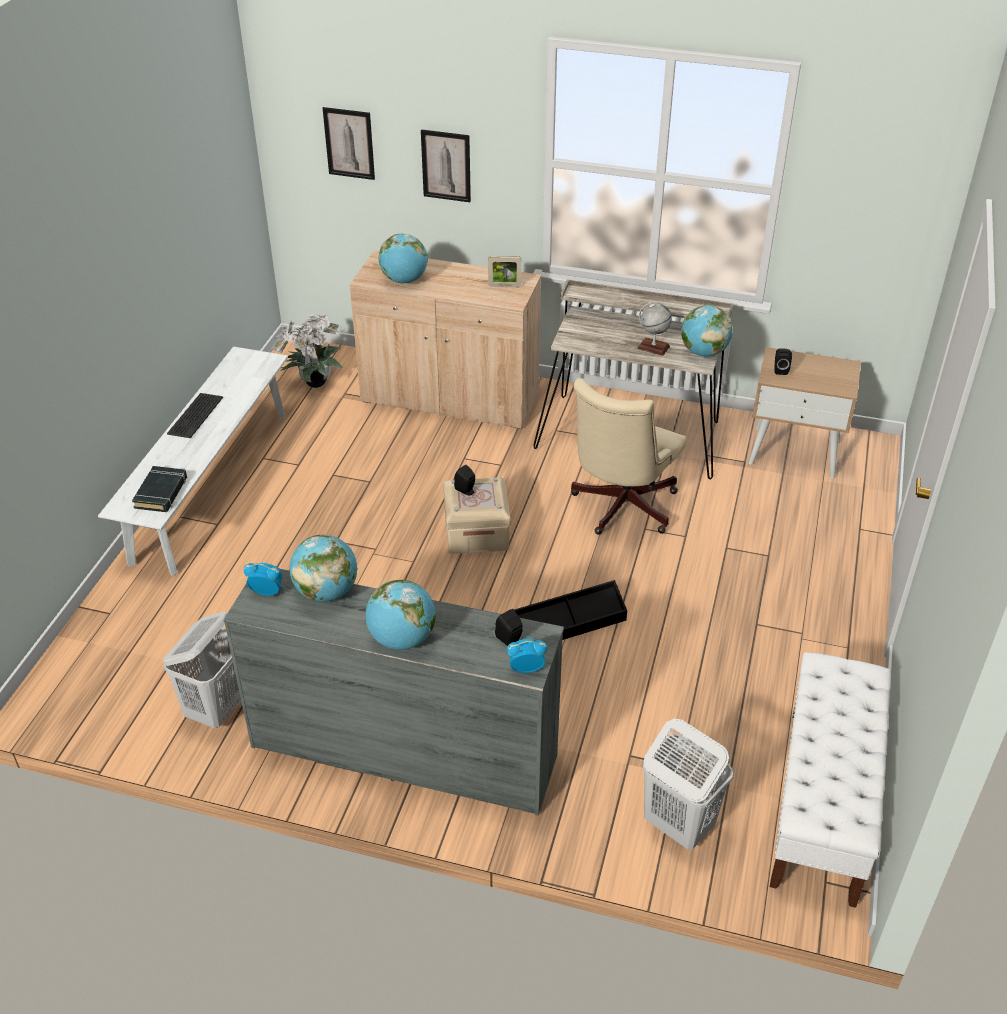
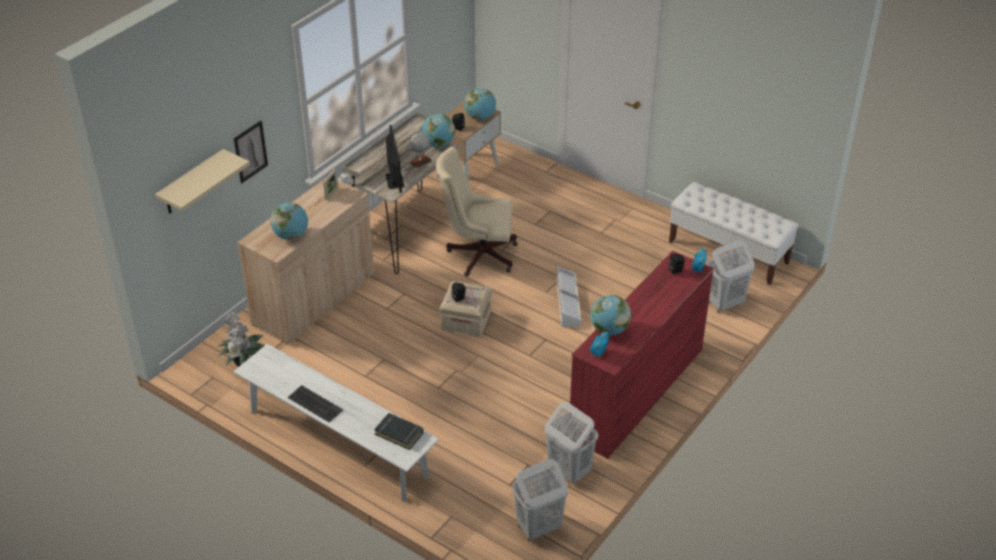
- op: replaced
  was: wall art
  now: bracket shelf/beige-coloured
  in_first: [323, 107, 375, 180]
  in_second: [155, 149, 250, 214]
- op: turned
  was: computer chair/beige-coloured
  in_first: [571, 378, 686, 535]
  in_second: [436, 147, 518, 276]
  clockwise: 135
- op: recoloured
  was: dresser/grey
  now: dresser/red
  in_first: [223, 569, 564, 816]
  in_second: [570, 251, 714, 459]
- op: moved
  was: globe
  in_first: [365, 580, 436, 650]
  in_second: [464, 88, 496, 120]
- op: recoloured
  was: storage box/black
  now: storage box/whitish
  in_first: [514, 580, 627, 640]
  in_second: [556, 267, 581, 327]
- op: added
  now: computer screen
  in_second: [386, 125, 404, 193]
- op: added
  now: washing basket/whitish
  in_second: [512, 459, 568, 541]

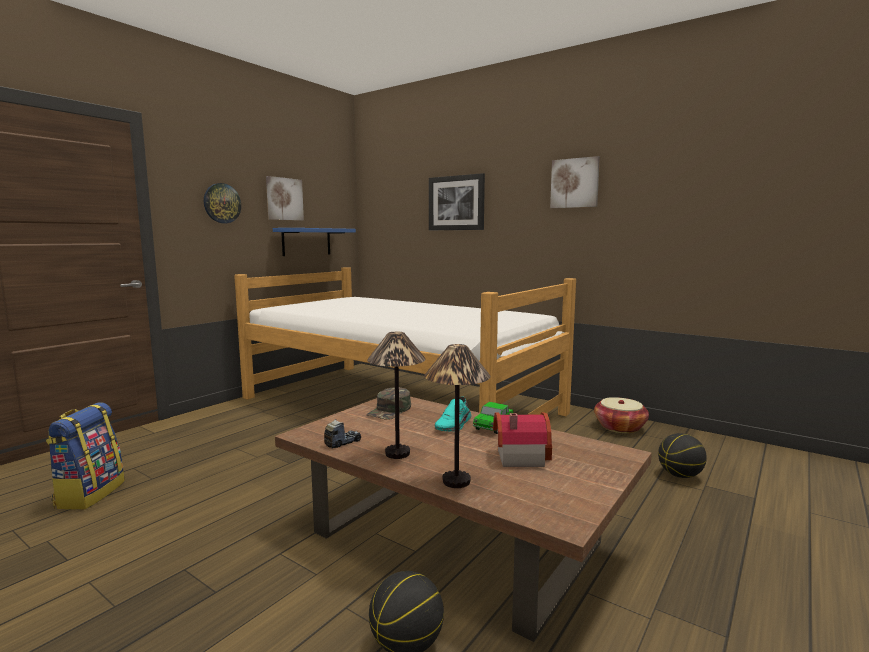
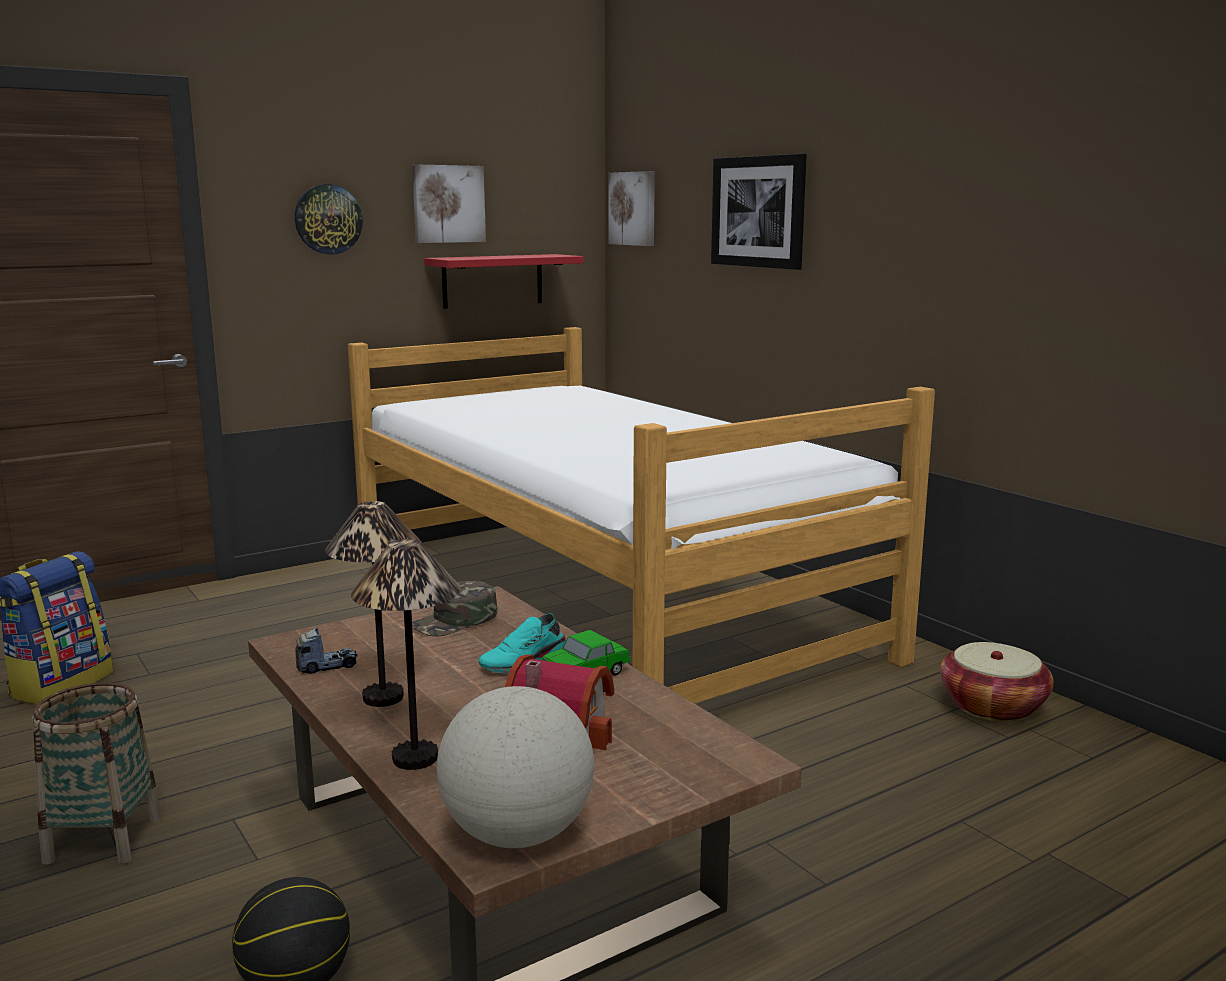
- op: moved
  was: wall art
  in_first: [550, 156, 600, 208]
  in_second: [608, 171, 655, 246]
- op: recoloured
  was: bracket shelf/blue
  now: bracket shelf/red
  in_first: [273, 228, 356, 256]
  in_second: [424, 254, 584, 309]
- op: removed
  was: basketball ball
  in_first: [658, 433, 707, 478]
- op: added
  now: storage basket
  in_second: [32, 682, 162, 865]
- op: added
  now: globe
  in_second: [437, 686, 594, 848]

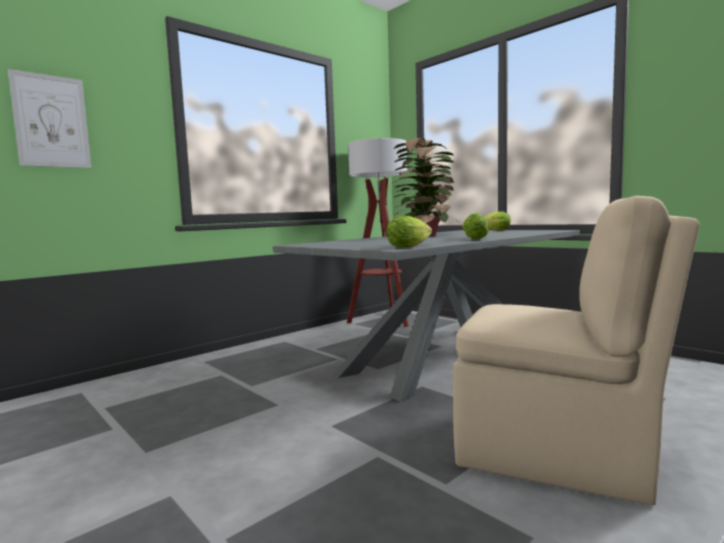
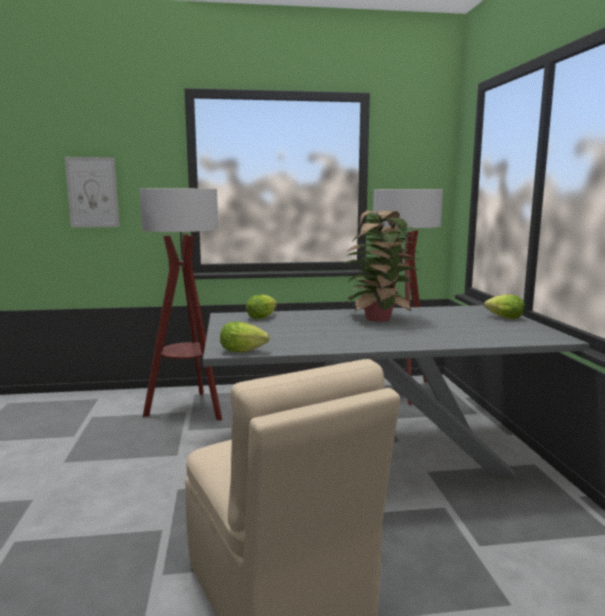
- op: moved
  was: lettuce head
  in_first: [462, 213, 489, 240]
  in_second: [246, 294, 277, 319]
- op: added
  now: standard lamp
  in_second: [139, 188, 222, 421]

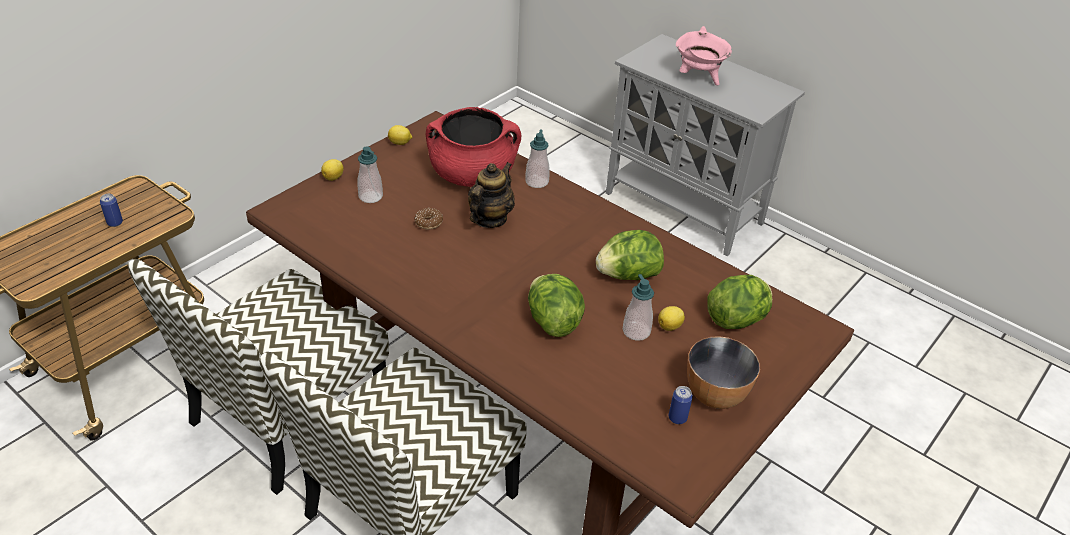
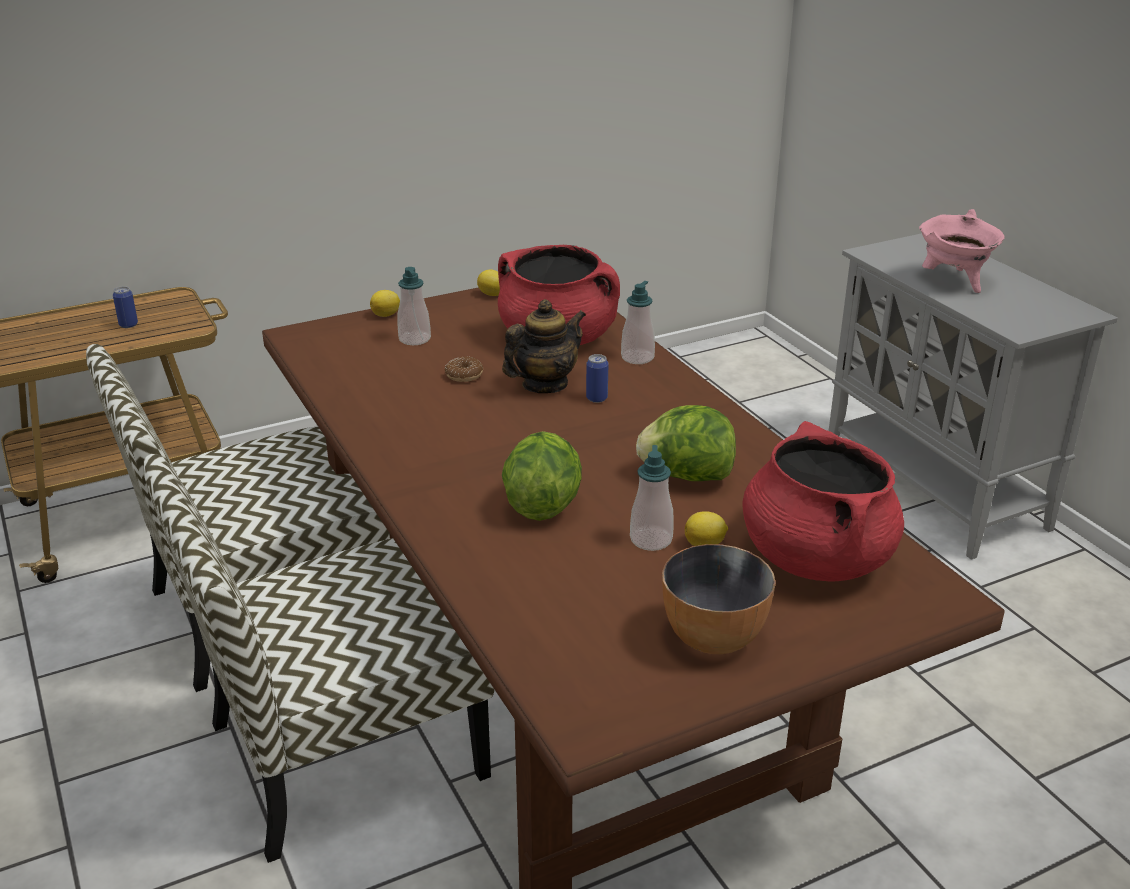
- op: replaced
  was: lettuce head
  now: stockpot/red
  in_first: [707, 275, 772, 329]
  in_second: [742, 421, 904, 582]
- op: moved
  was: can
  in_first: [669, 386, 693, 424]
  in_second: [586, 354, 608, 403]

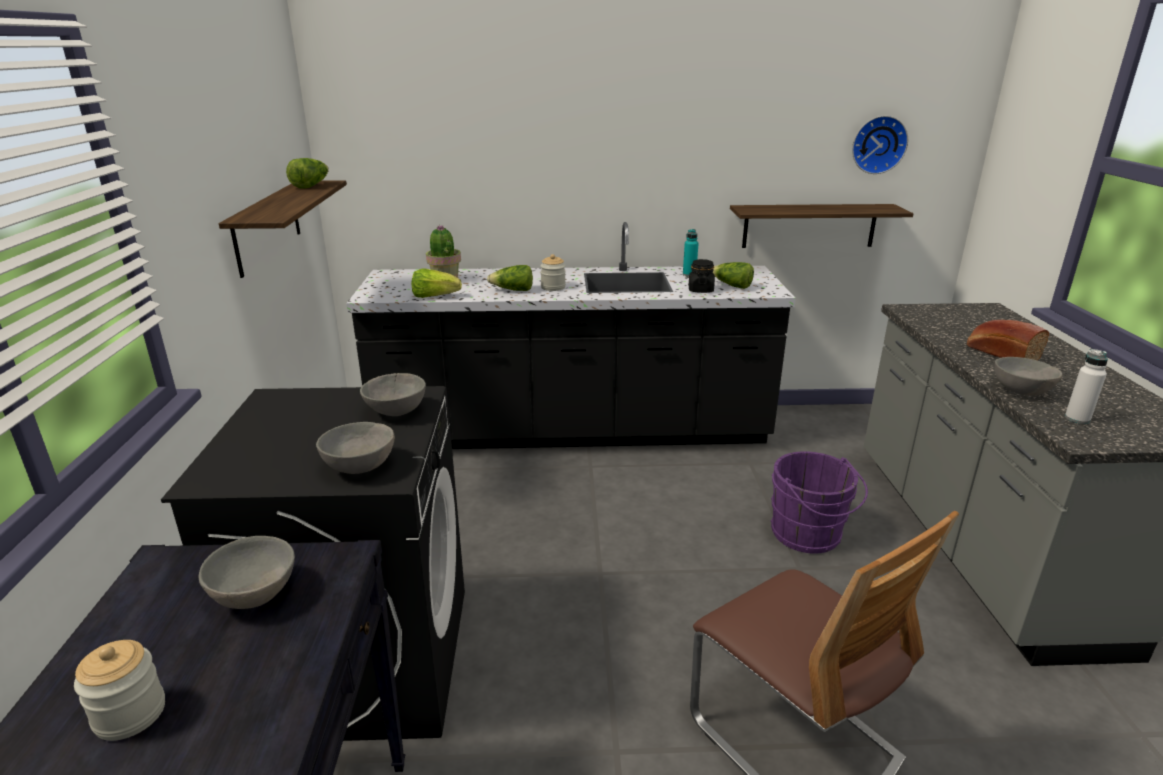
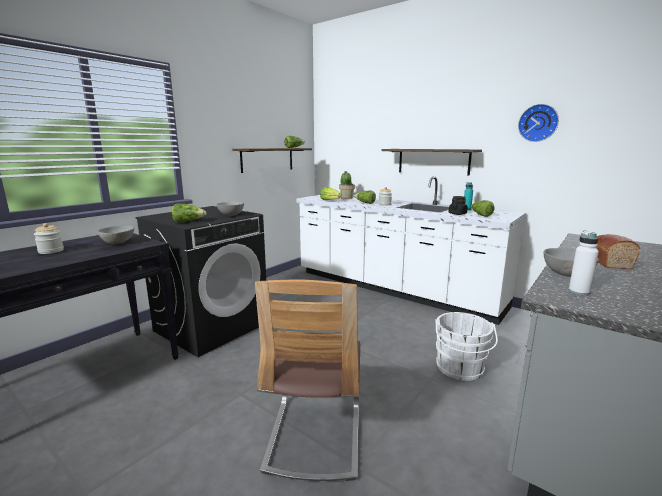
- op: moved
  was: hanging clock
  in_first: [852, 116, 908, 174]
  in_second: [518, 104, 559, 142]
- op: moved
  was: bracket shelf
  in_first: [730, 204, 913, 248]
  in_second: [381, 149, 482, 176]
- op: recoloured
  was: counter/black
  now: counter/whitish
  in_first: [346, 222, 796, 449]
  in_second: [296, 176, 526, 325]
- op: replaced
  was: serving bowl/grey
  now: lettuce head
  in_first: [316, 422, 395, 474]
  in_second: [172, 203, 206, 222]
- op: recoloured
  was: water bucket/purple-coloured
  now: water bucket/whitish
  in_first: [771, 451, 868, 554]
  in_second: [435, 312, 498, 381]

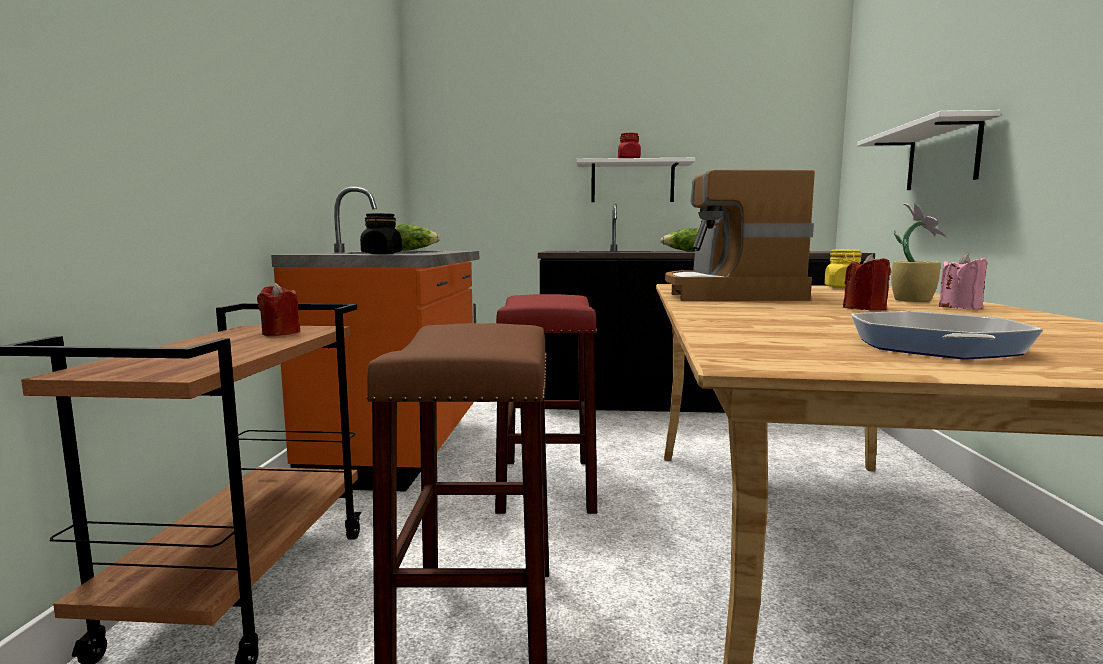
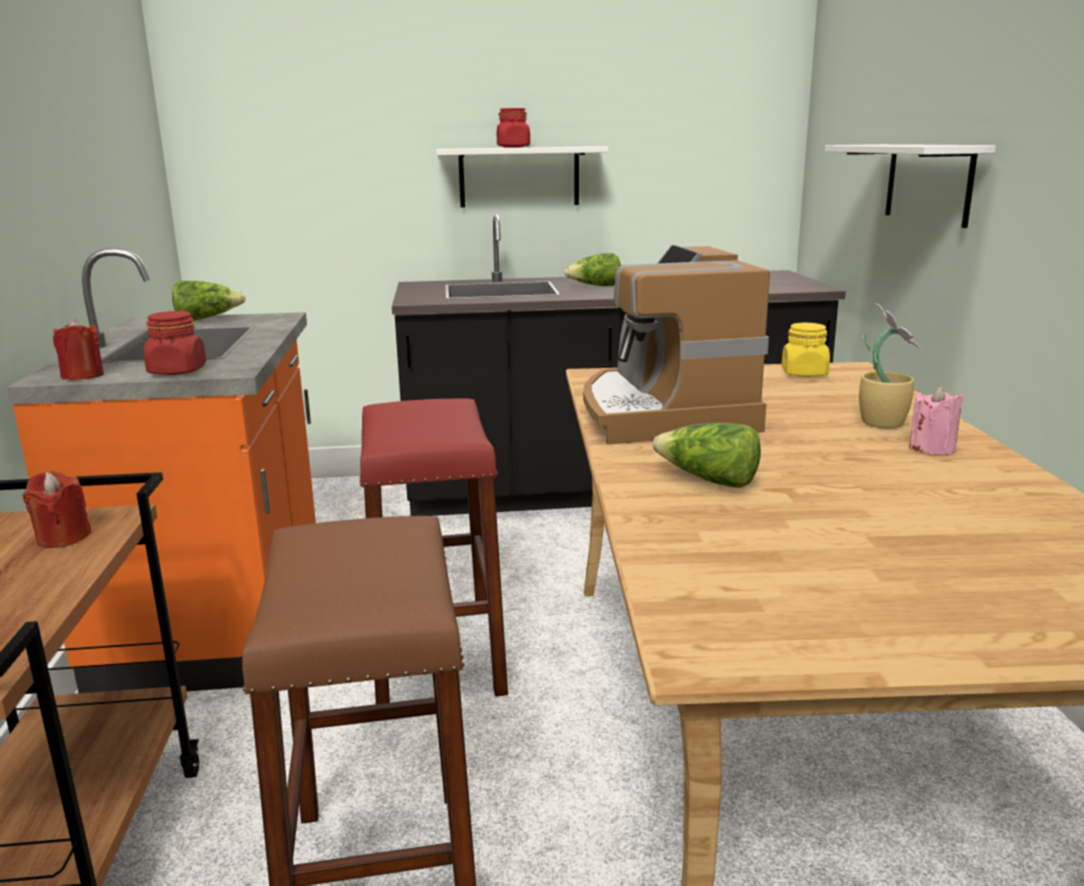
- op: recoloured
  was: preserve jar/black
  now: preserve jar/red
  in_first: [360, 213, 402, 254]
  in_second: [144, 311, 207, 375]
- op: moved
  was: wax candle/red
  in_first: [843, 254, 891, 311]
  in_second: [53, 319, 104, 380]
- op: removed
  was: pan
  in_first: [851, 311, 1043, 359]
- op: added
  now: lettuce head
  in_second: [653, 423, 761, 488]

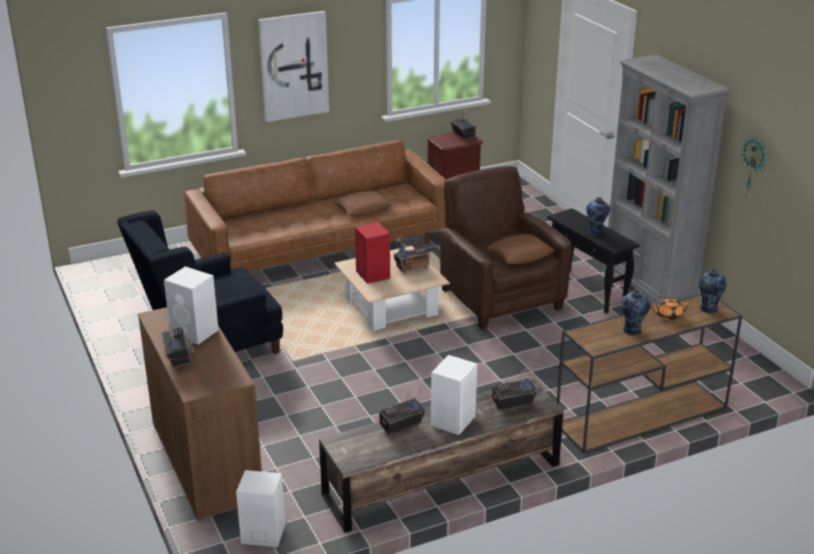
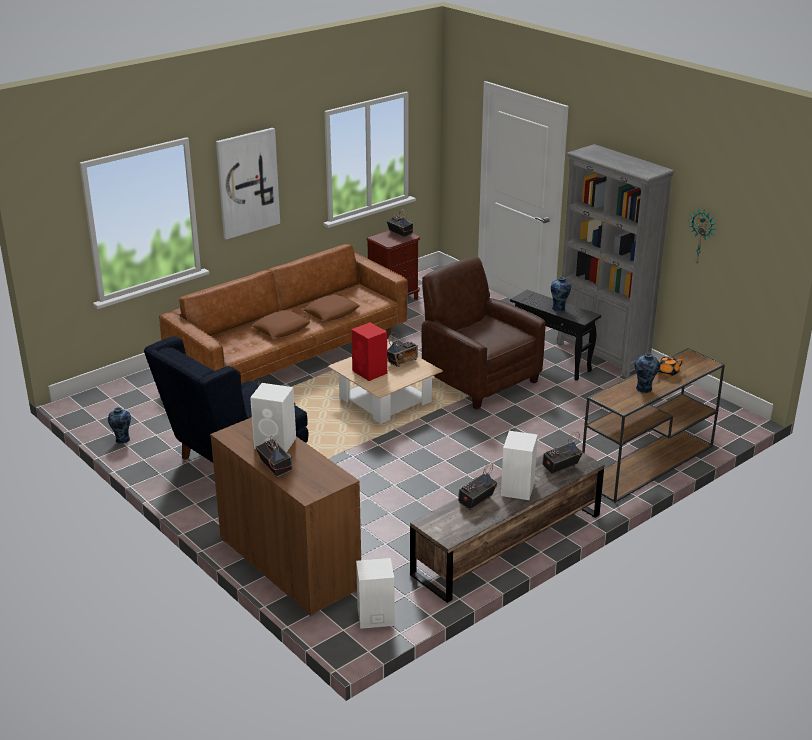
- op: moved
  was: pillow/brownish
  in_first: [487, 234, 554, 264]
  in_second: [252, 310, 311, 338]
- op: moved
  was: flower vase
  in_first: [699, 269, 726, 313]
  in_second: [108, 407, 131, 444]

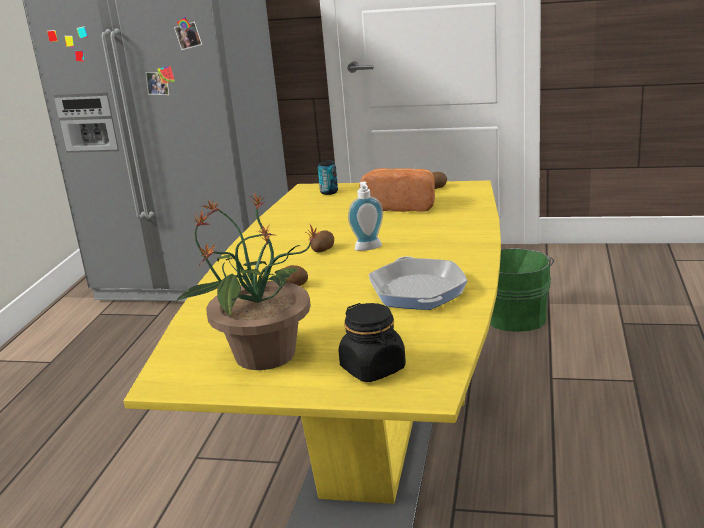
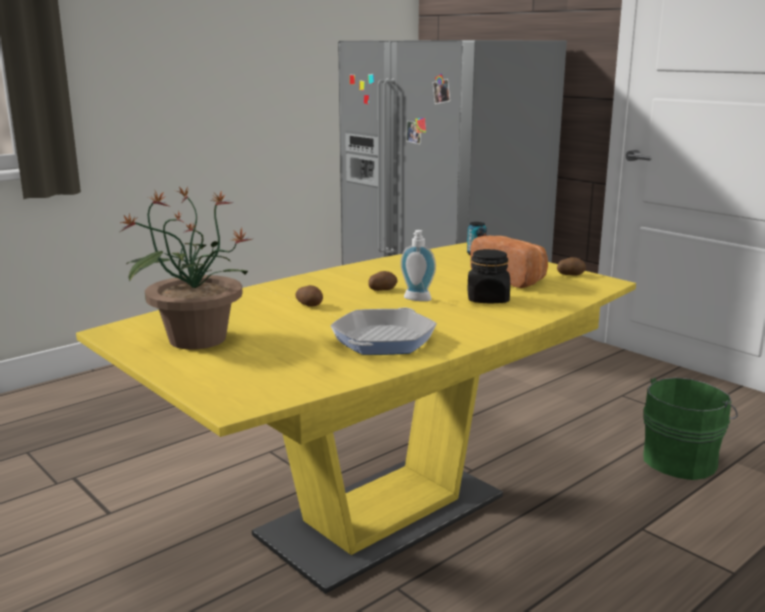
- op: moved
  was: preserve jar/black
  in_first: [338, 303, 406, 382]
  in_second: [467, 249, 510, 303]

